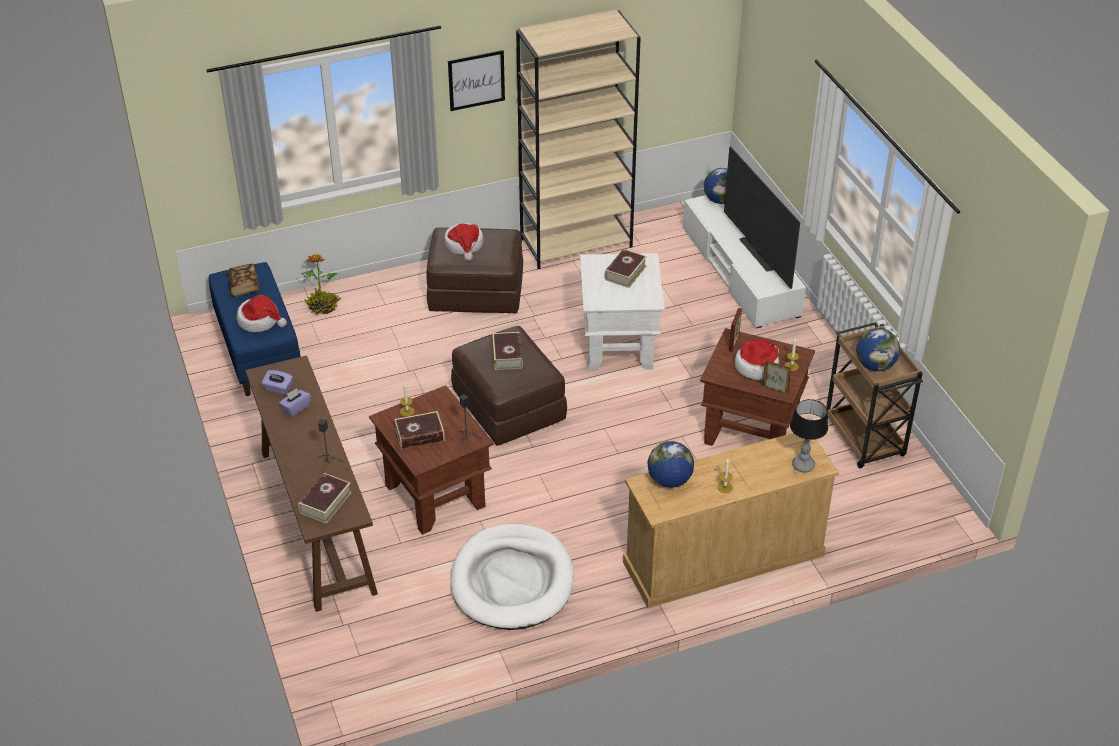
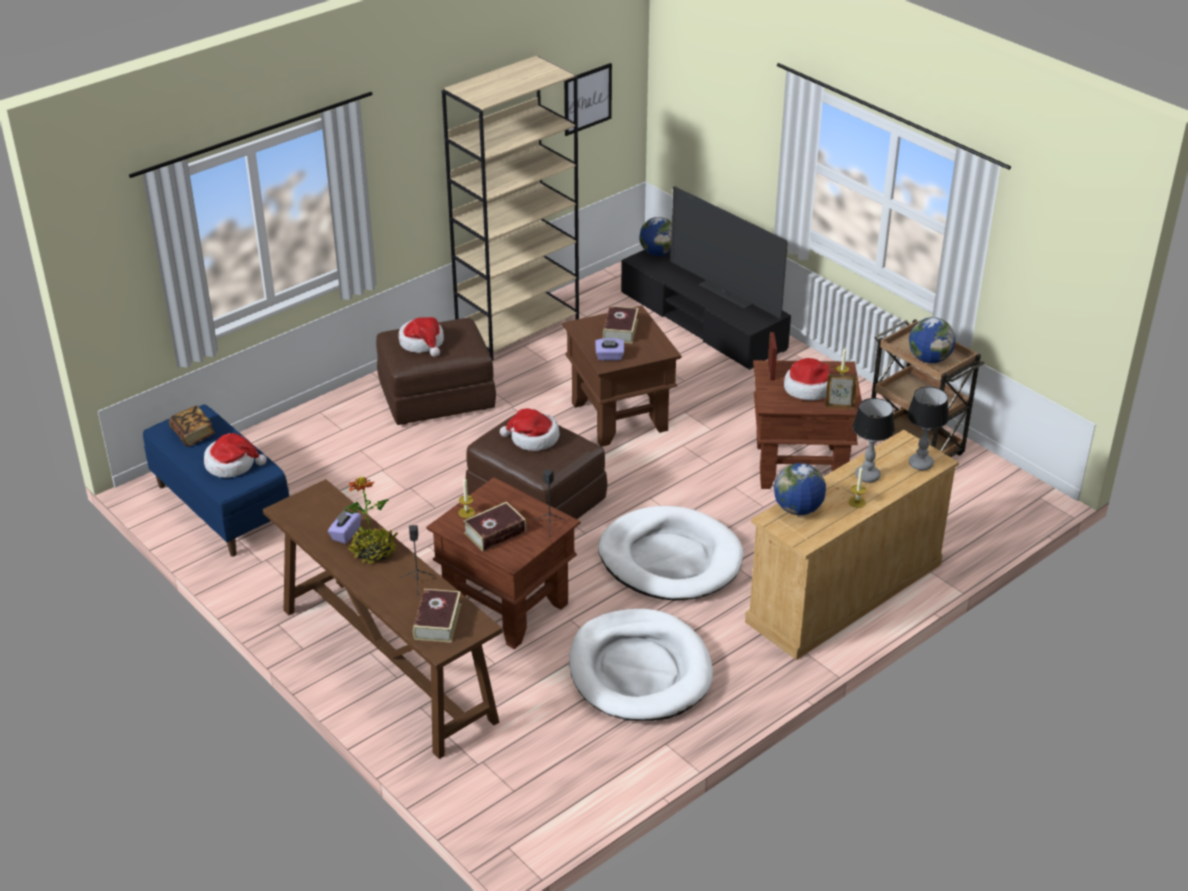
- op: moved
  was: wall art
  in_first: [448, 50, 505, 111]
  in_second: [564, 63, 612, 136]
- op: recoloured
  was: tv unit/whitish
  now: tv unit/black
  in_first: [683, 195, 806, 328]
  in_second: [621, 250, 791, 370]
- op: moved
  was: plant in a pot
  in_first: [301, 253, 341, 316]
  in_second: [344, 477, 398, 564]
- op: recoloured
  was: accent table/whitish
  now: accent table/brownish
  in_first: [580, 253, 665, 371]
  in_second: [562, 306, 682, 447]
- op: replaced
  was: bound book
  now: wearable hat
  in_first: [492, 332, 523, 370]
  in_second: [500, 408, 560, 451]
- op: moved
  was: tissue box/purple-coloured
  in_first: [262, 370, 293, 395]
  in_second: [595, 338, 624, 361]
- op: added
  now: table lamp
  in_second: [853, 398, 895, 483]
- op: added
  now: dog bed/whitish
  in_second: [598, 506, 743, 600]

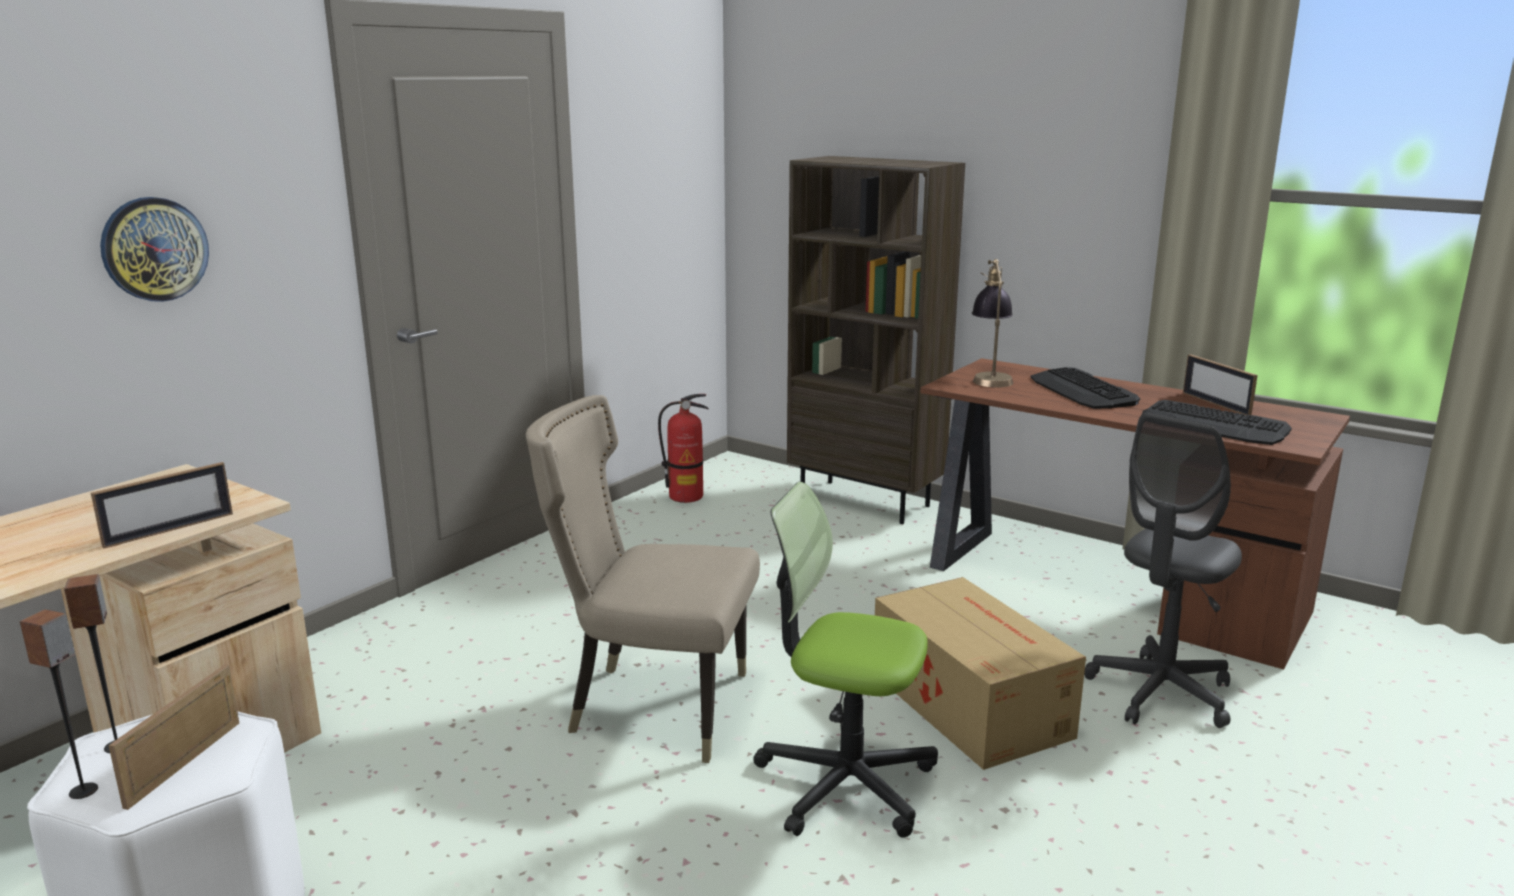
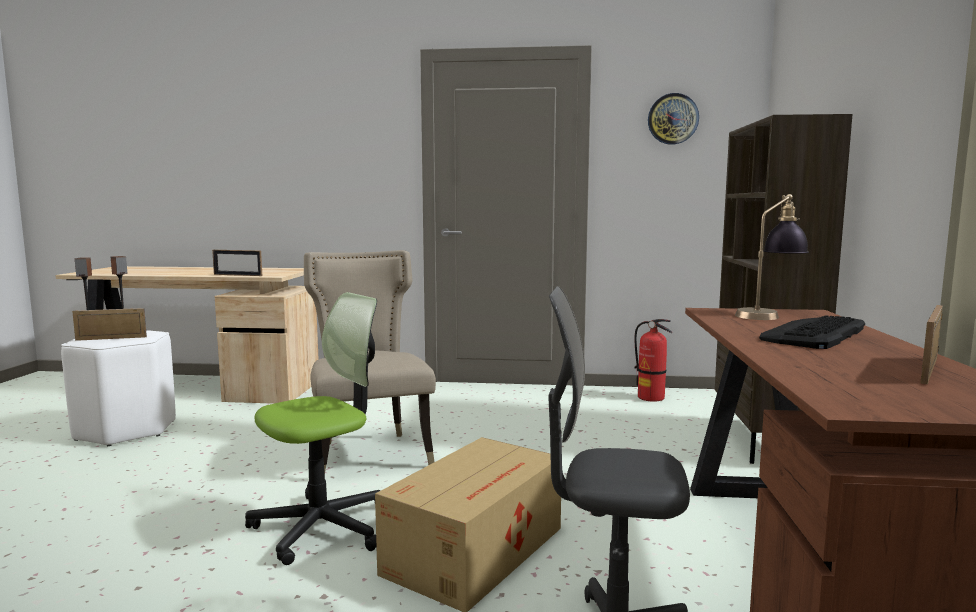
- op: moved
  was: hanging clock
  in_first: [100, 197, 209, 302]
  in_second: [648, 93, 699, 145]
- op: removed
  was: PC keyboard
  in_first: [1142, 400, 1292, 445]
- op: turned
  was: computer chair
  in_first: [753, 482, 938, 838]
  in_second: [245, 292, 380, 565]
  clockwise: 60

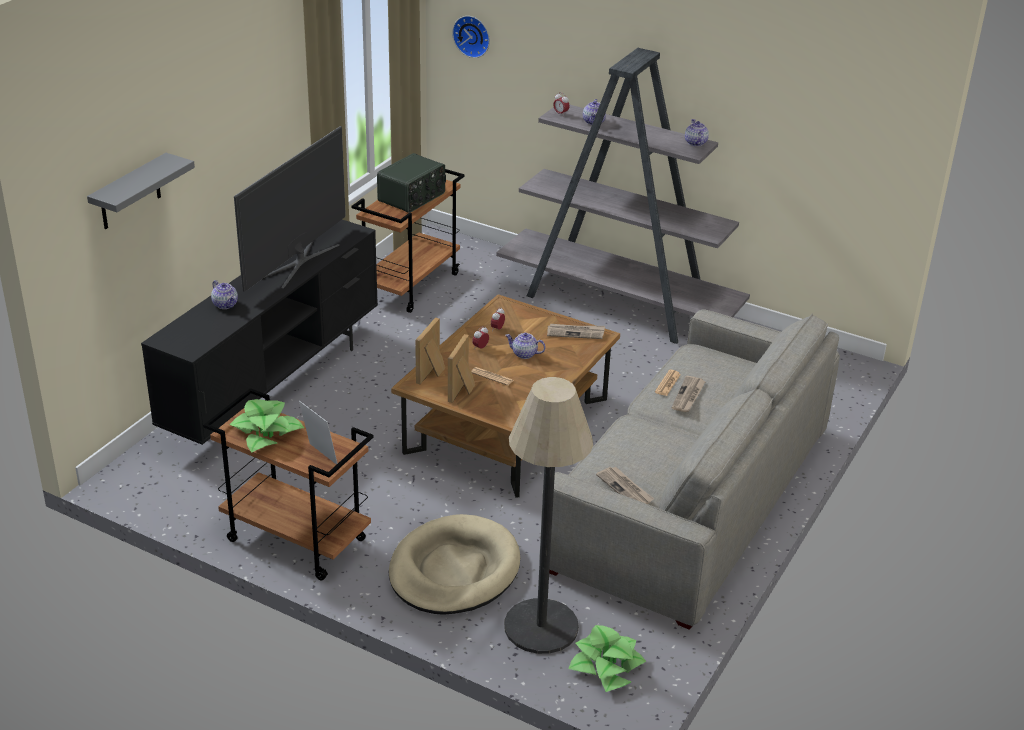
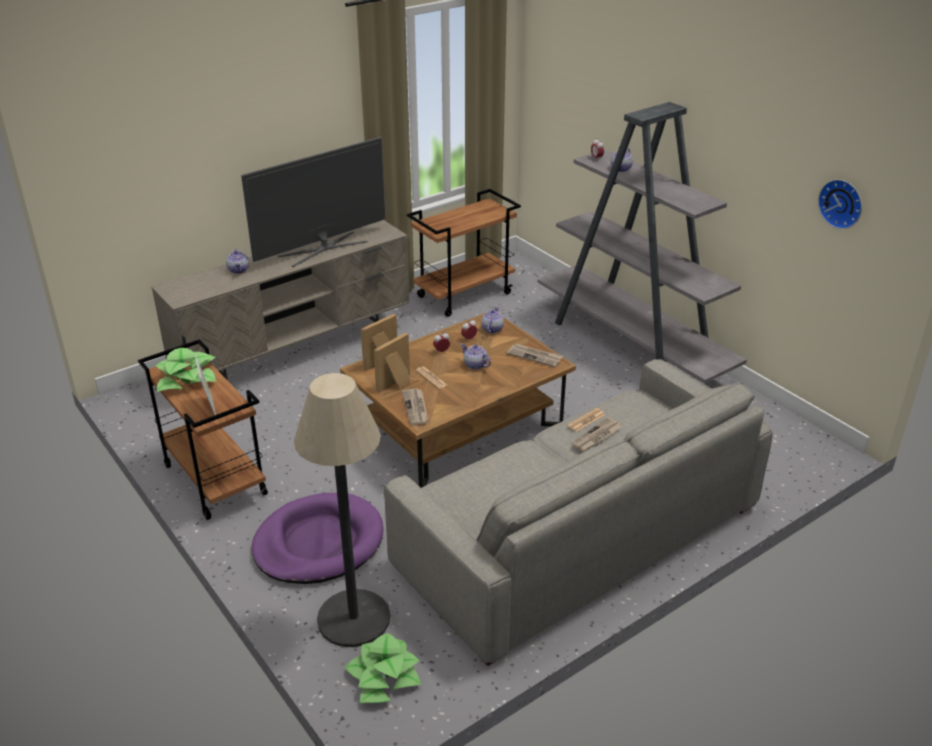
- op: moved
  was: hanging clock
  in_first: [452, 16, 490, 58]
  in_second: [818, 179, 862, 229]
- op: moved
  was: pot for tea
  in_first: [685, 119, 709, 146]
  in_second: [481, 307, 504, 333]
- op: removed
  was: bracket shelf/grey
  in_first: [87, 153, 195, 229]
- op: removed
  was: radio set
  in_first: [377, 153, 446, 213]
- op: recoloured
  was: tv unit/black
  now: tv unit/beige-coloured
  in_first: [141, 220, 378, 449]
  in_second: [151, 220, 410, 380]
- op: moved
  was: daily paper
  in_first: [596, 467, 654, 504]
  in_second: [402, 388, 428, 425]
- op: recoloured
  was: dog bed/beige-coloured
  now: dog bed/purple-coloured
  in_first: [389, 514, 520, 615]
  in_second: [252, 492, 384, 584]

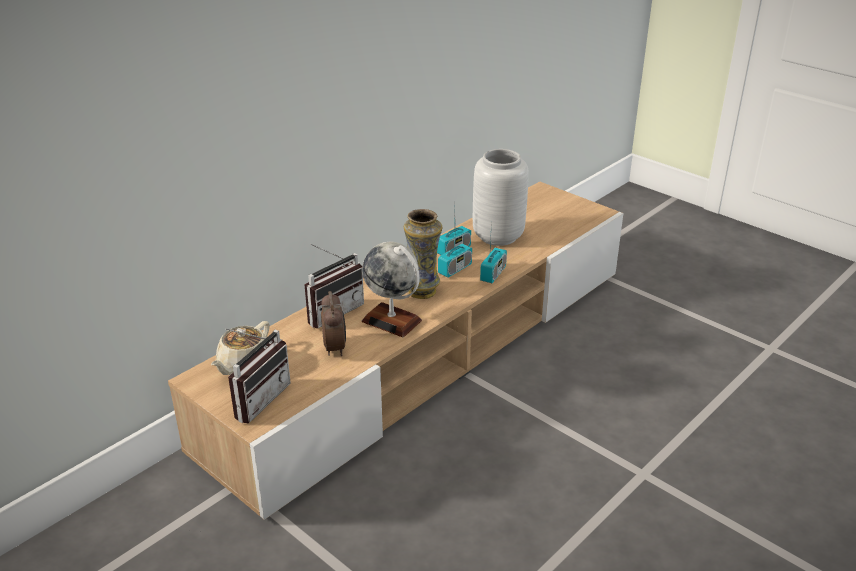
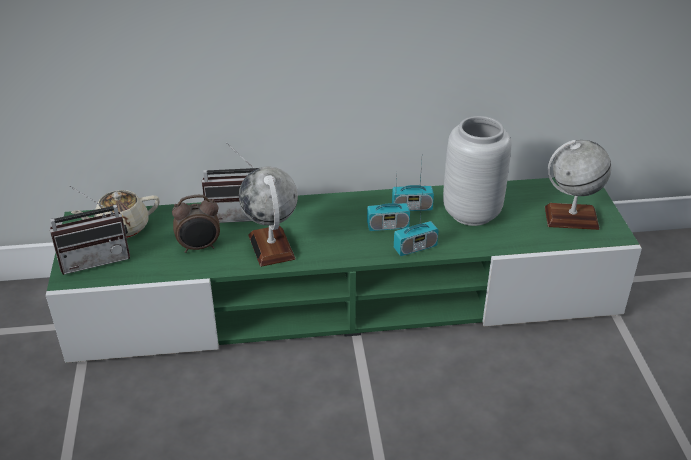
- op: recoloured
  was: tv unit/beige-coloured
  now: tv unit/greenish
  in_first: [168, 182, 624, 520]
  in_second: [46, 178, 642, 363]
- op: removed
  was: flower vase
  in_first: [404, 209, 442, 299]
- op: turned
  was: alarm clock
  in_first: [321, 291, 346, 356]
  in_second: [172, 195, 220, 253]
  clockwise: 45
- op: added
  now: globe
  in_second: [545, 140, 611, 230]

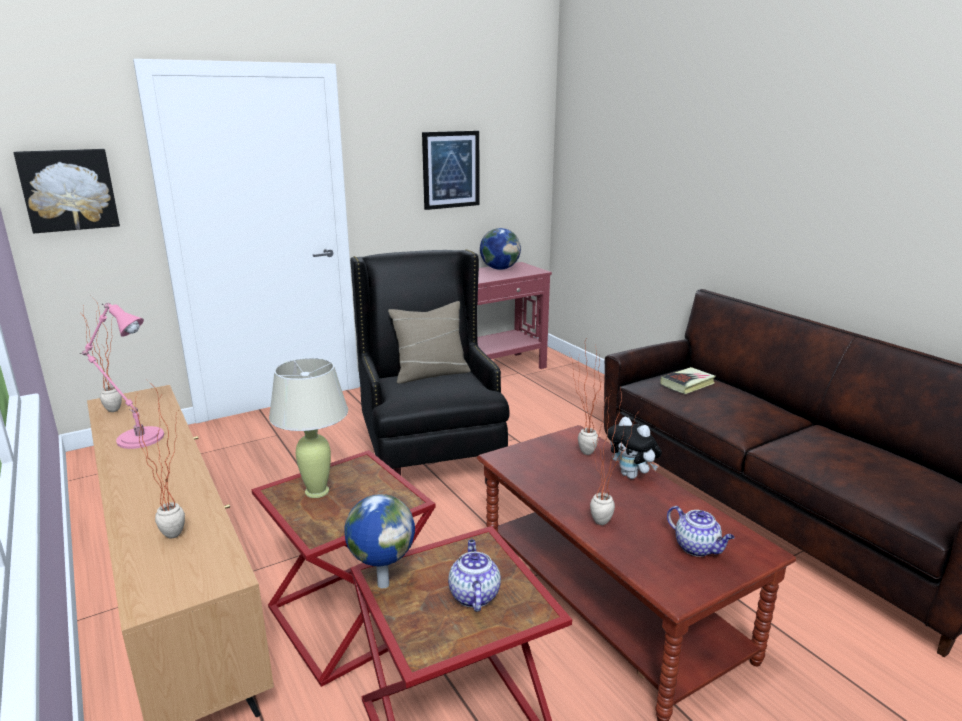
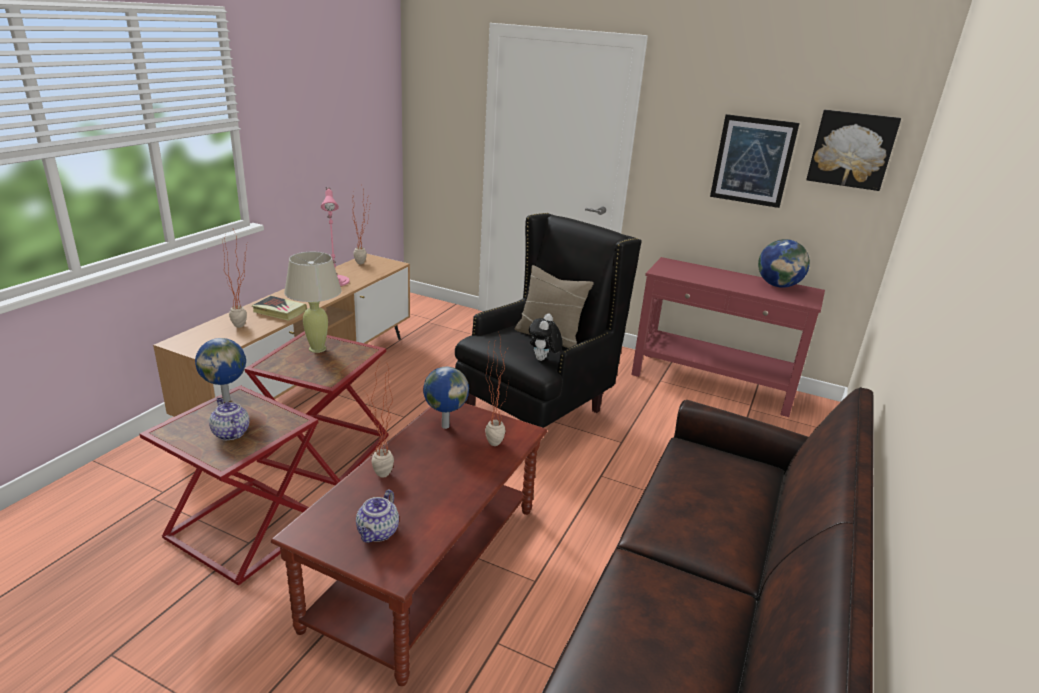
- op: moved
  was: wall art
  in_first: [14, 149, 120, 233]
  in_second: [806, 110, 901, 191]
- op: moved
  was: bound book
  in_first: [660, 367, 716, 394]
  in_second: [252, 296, 307, 321]
- op: moved
  was: plush toy
  in_first: [607, 417, 662, 479]
  in_second: [529, 314, 563, 361]
- op: turned
  was: pot for tea
  in_first: [448, 540, 501, 612]
  in_second: [209, 398, 250, 440]
  clockwise: -90
- op: added
  now: globe
  in_second: [423, 367, 469, 429]

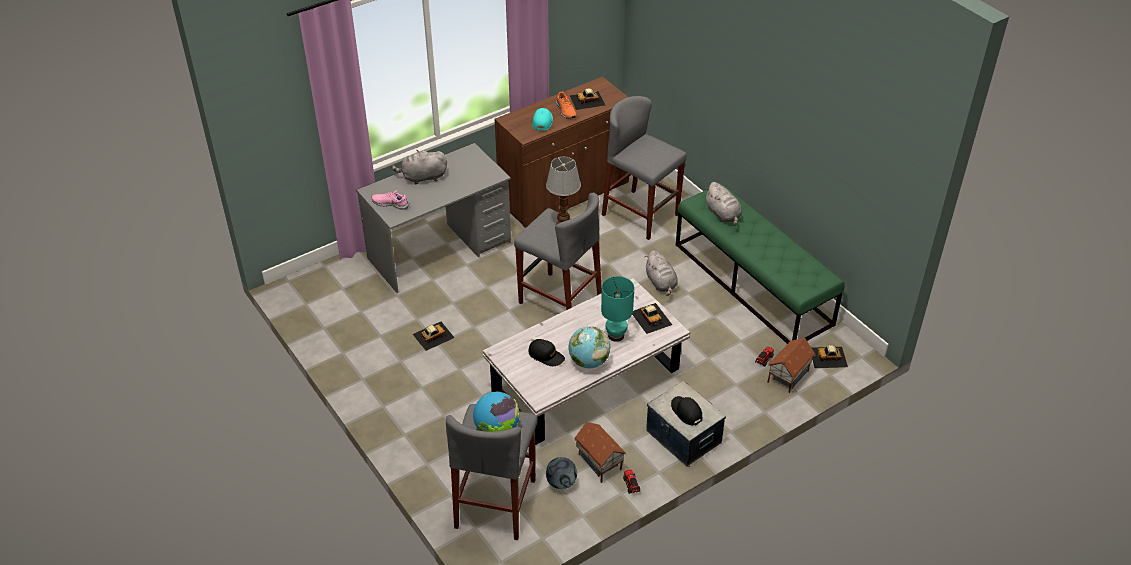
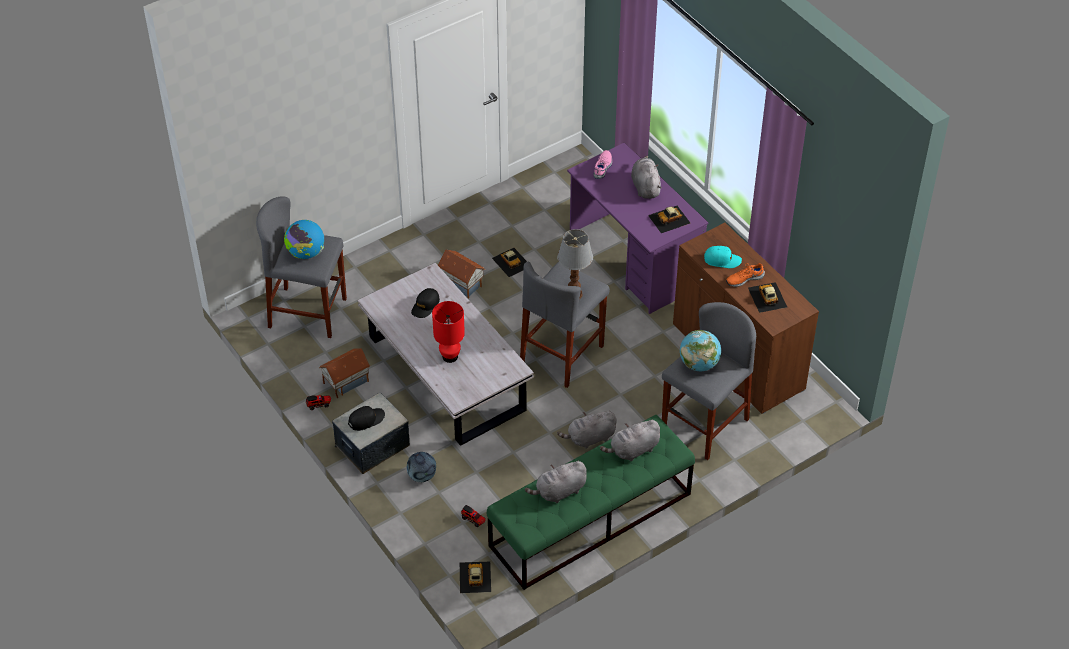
- op: recoloured
  was: desk table/grey
  now: desk table/purple-coloured
  in_first: [357, 143, 511, 293]
  in_second: [567, 143, 708, 314]
- op: recoloured
  was: table lamp/turquoise-coloured
  now: table lamp/red
  in_first: [601, 276, 634, 342]
  in_second: [432, 301, 465, 363]
- op: moved
  was: miniature car
  in_first: [632, 303, 672, 334]
  in_second: [648, 206, 690, 233]
- op: moved
  was: globe
  in_first: [568, 326, 610, 368]
  in_second: [680, 330, 721, 371]
- op: moved
  was: model house
  in_first: [767, 338, 816, 393]
  in_second: [438, 249, 485, 299]
- op: moved
  was: football ball
  in_first: [546, 457, 577, 489]
  in_second: [407, 452, 436, 482]
- op: added
  now: plush toy/grey
  in_second: [525, 460, 587, 503]

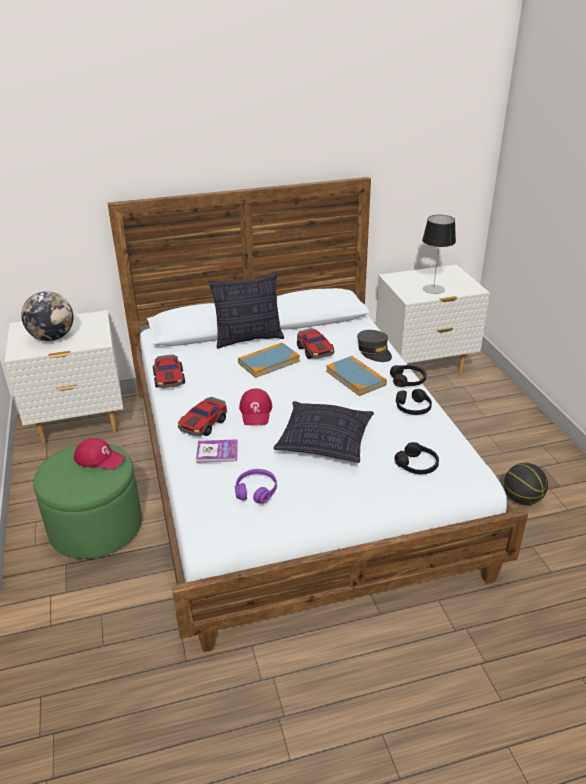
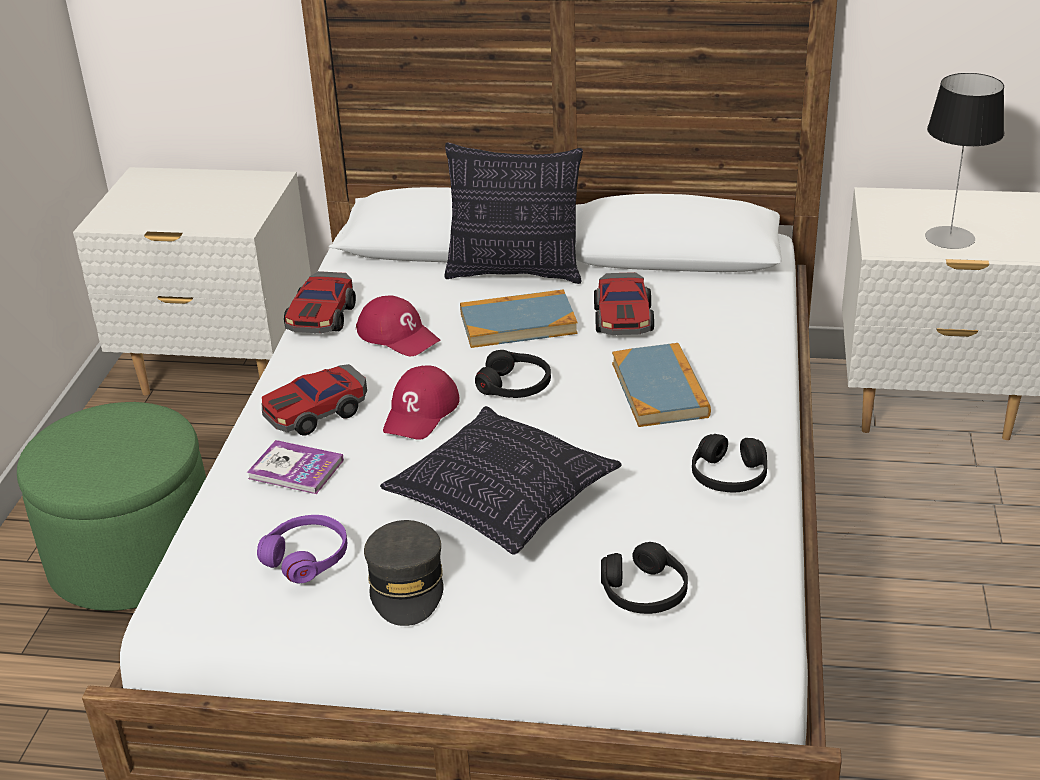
- op: removed
  was: globe
  in_first: [21, 291, 73, 341]
- op: moved
  was: baseball cap/grey
  in_first: [357, 330, 392, 362]
  in_second: [364, 520, 443, 626]
- op: moved
  was: pair of headphones/black
  in_first: [390, 365, 426, 387]
  in_second: [475, 350, 551, 398]
- op: moved
  was: baseball cap/red
  in_first: [74, 438, 125, 470]
  in_second: [356, 295, 440, 356]
- op: removed
  was: basketball ball
  in_first: [504, 463, 548, 505]

